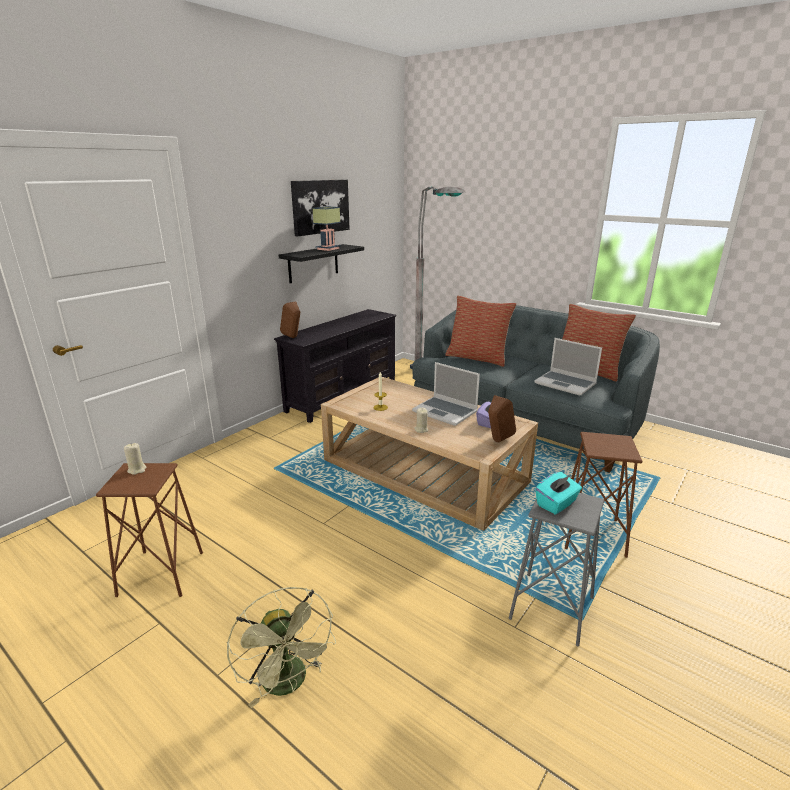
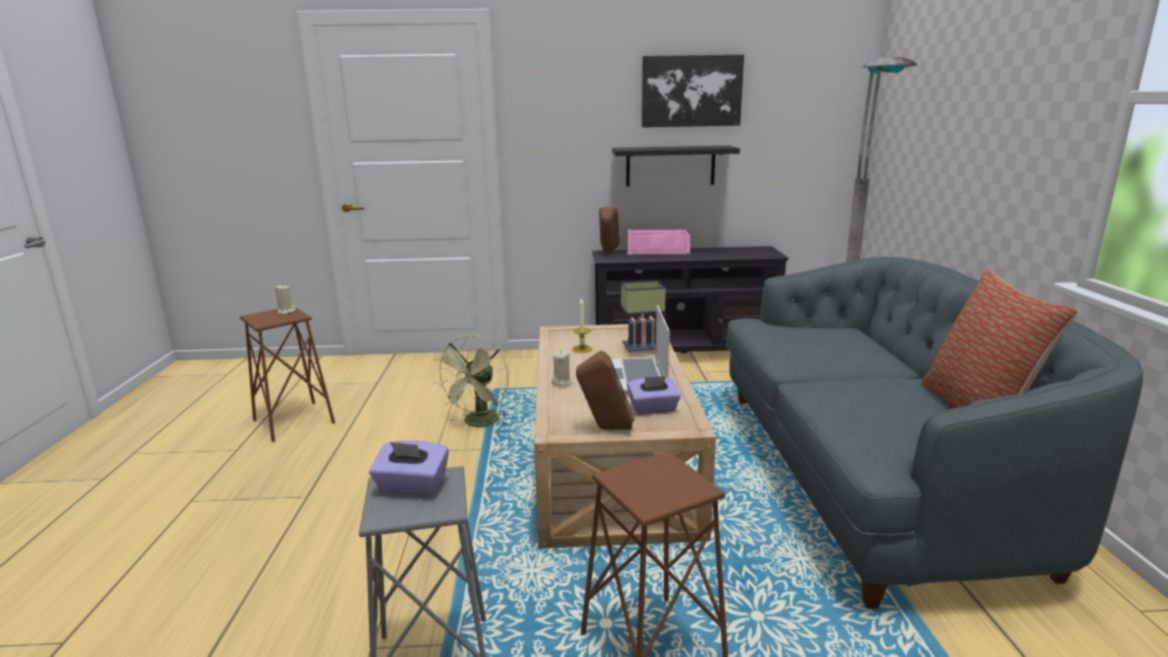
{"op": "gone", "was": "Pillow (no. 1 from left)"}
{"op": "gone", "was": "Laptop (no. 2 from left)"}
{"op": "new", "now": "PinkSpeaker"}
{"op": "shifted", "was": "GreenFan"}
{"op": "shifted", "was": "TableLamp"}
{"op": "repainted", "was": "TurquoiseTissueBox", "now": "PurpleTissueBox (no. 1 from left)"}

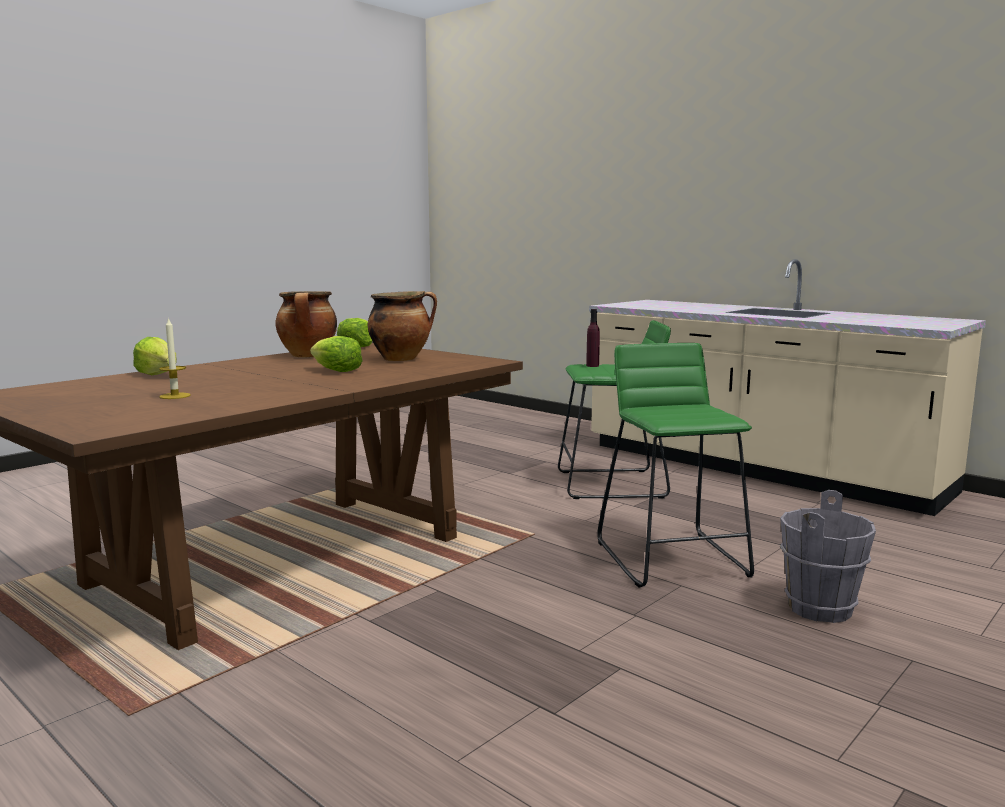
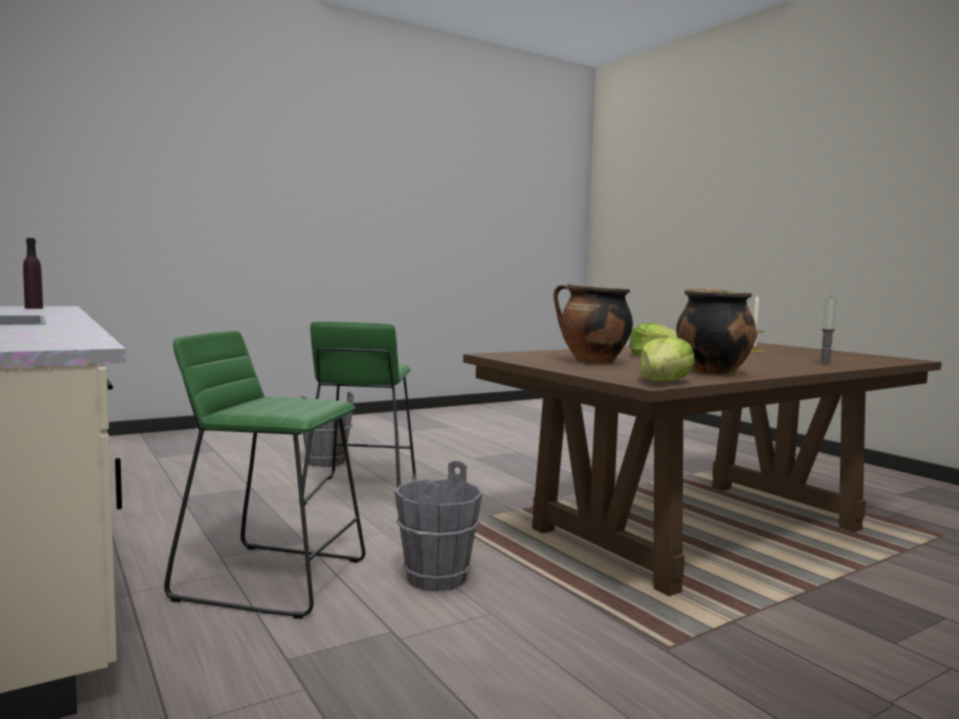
{"op": "new", "now": "GreyBucket (no. 2 from left)"}
{"op": "shifted", "was": "PurpleBottle"}
{"op": "swapped", "was": "Lettuce (no. 1 from left)", "now": "Candle (no. 2 from left)"}

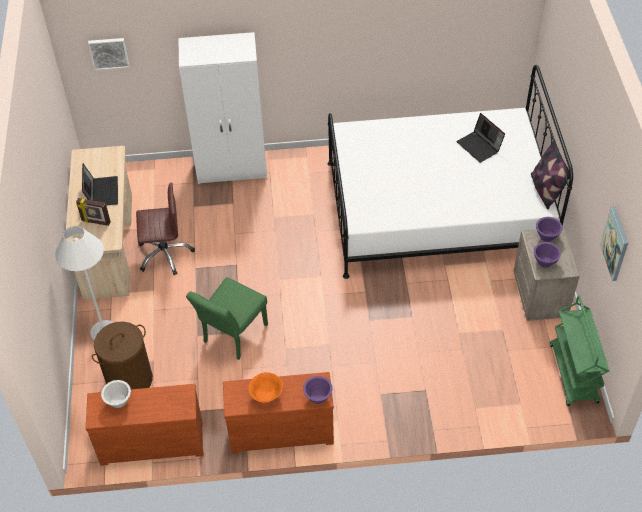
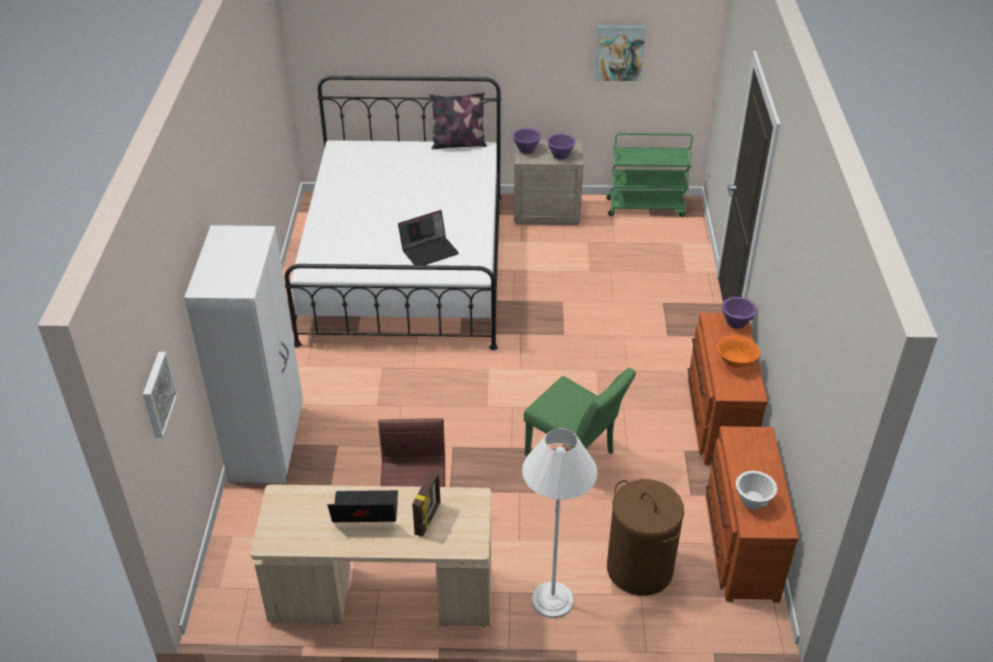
{"op": "shifted", "was": "Laptop (no. 2 from left)"}

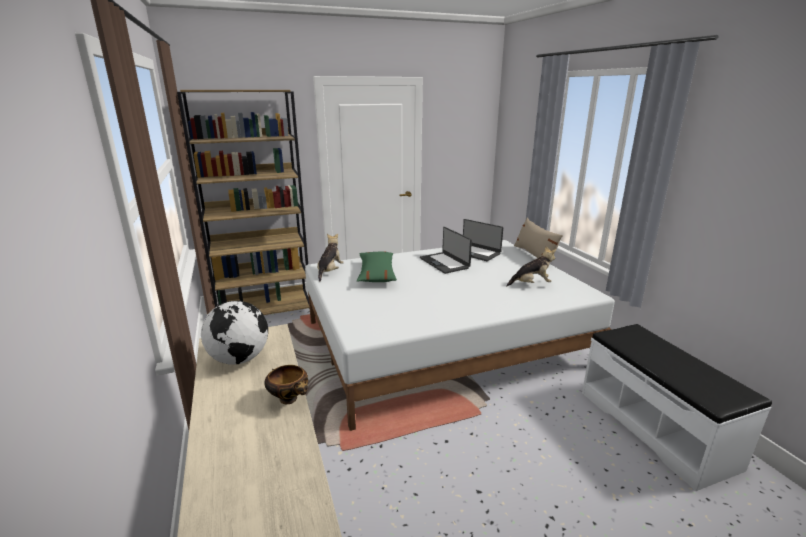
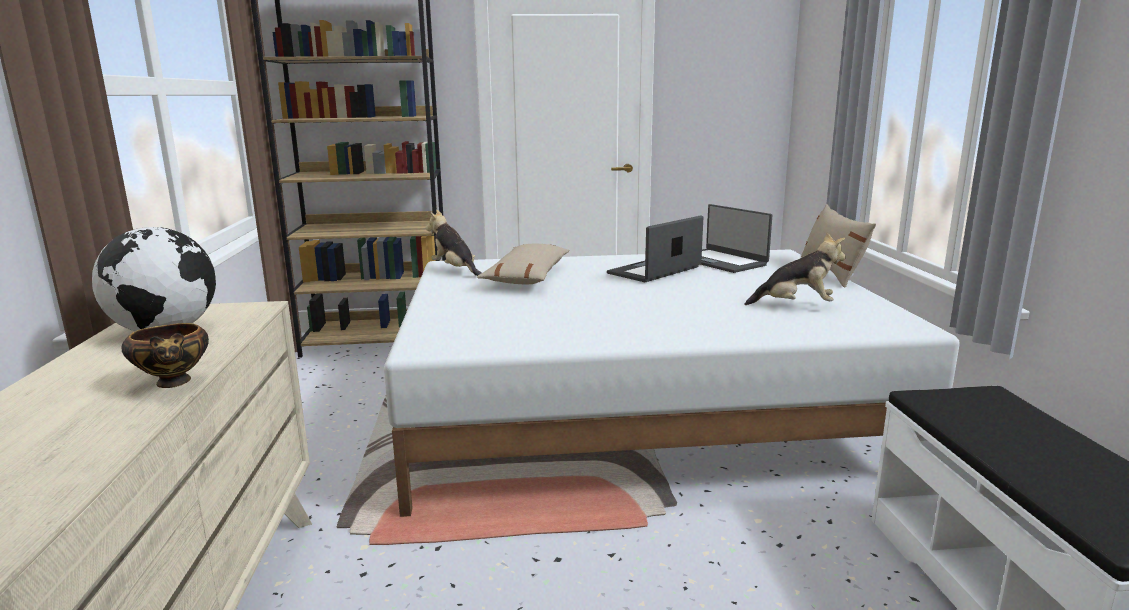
{"op": "repainted", "was": "GreenPillow", "now": "BeigePillow (no. 1 from left)"}
{"op": "rotated", "was": "PlushToy (no. 1 from left)", "clockwise": -75}
{"op": "rotated", "was": "Laptop (no. 1 from left)", "clockwise": 60}

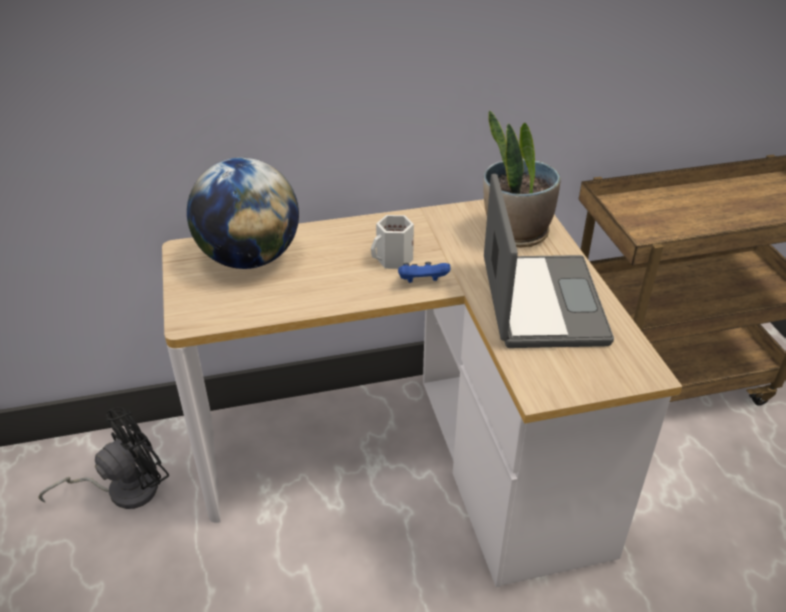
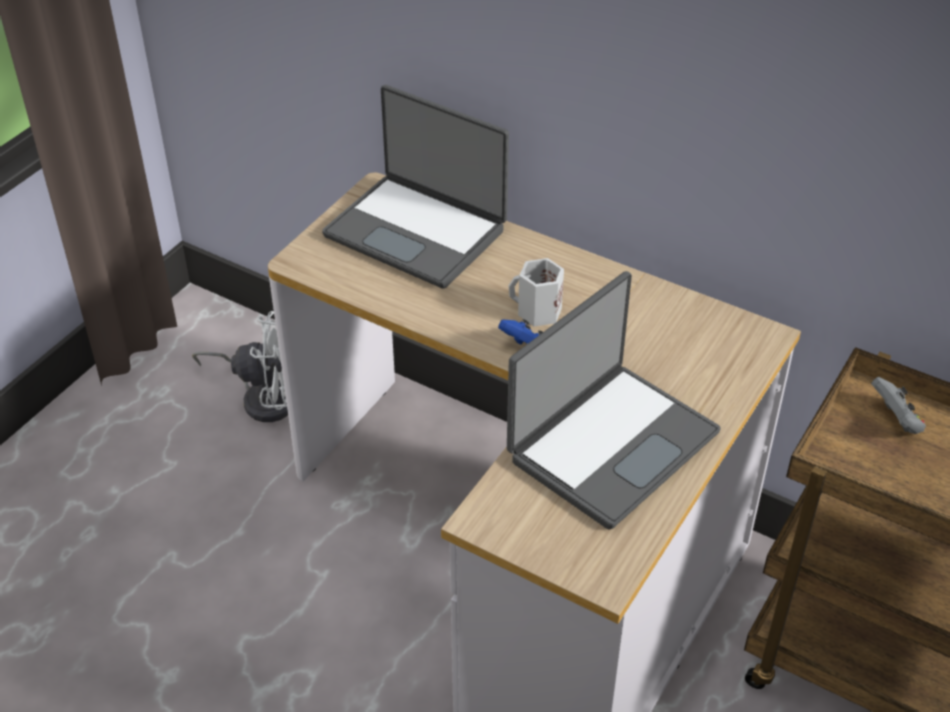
{"op": "gone", "was": "PottedPlant"}
{"op": "new", "now": "GreyGameController"}
{"op": "swapped", "was": "Globe", "now": "Laptop (no. 1 from left)"}
{"op": "repainted", "was": "BlackFan", "now": "WhiteFan"}

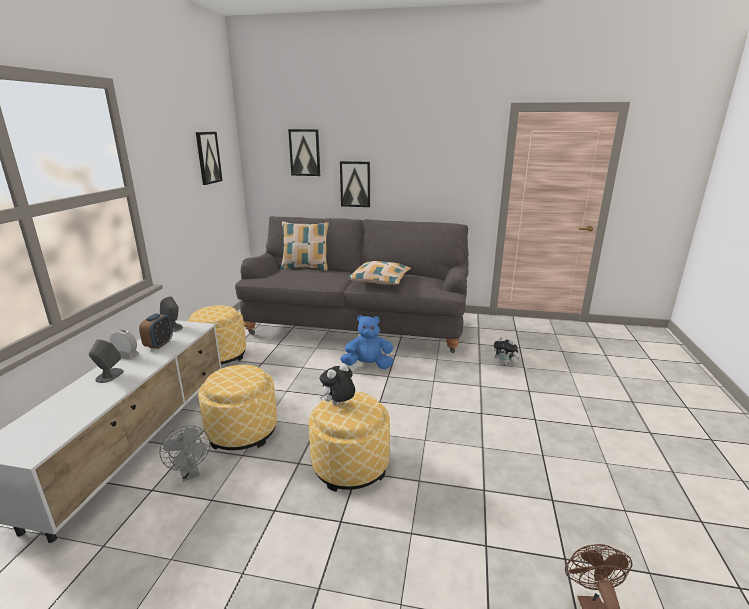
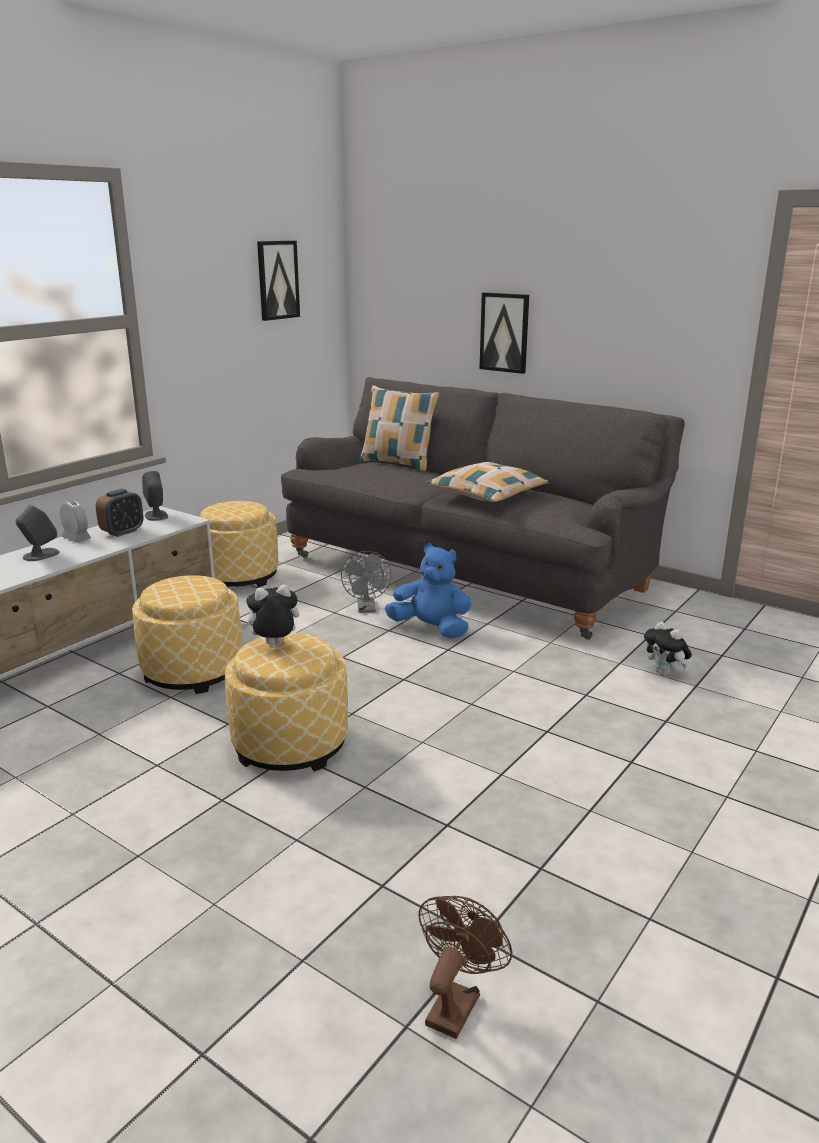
{"op": "gone", "was": "Picture (no. 2 from left)"}
{"op": "shifted", "was": "GreyFan"}

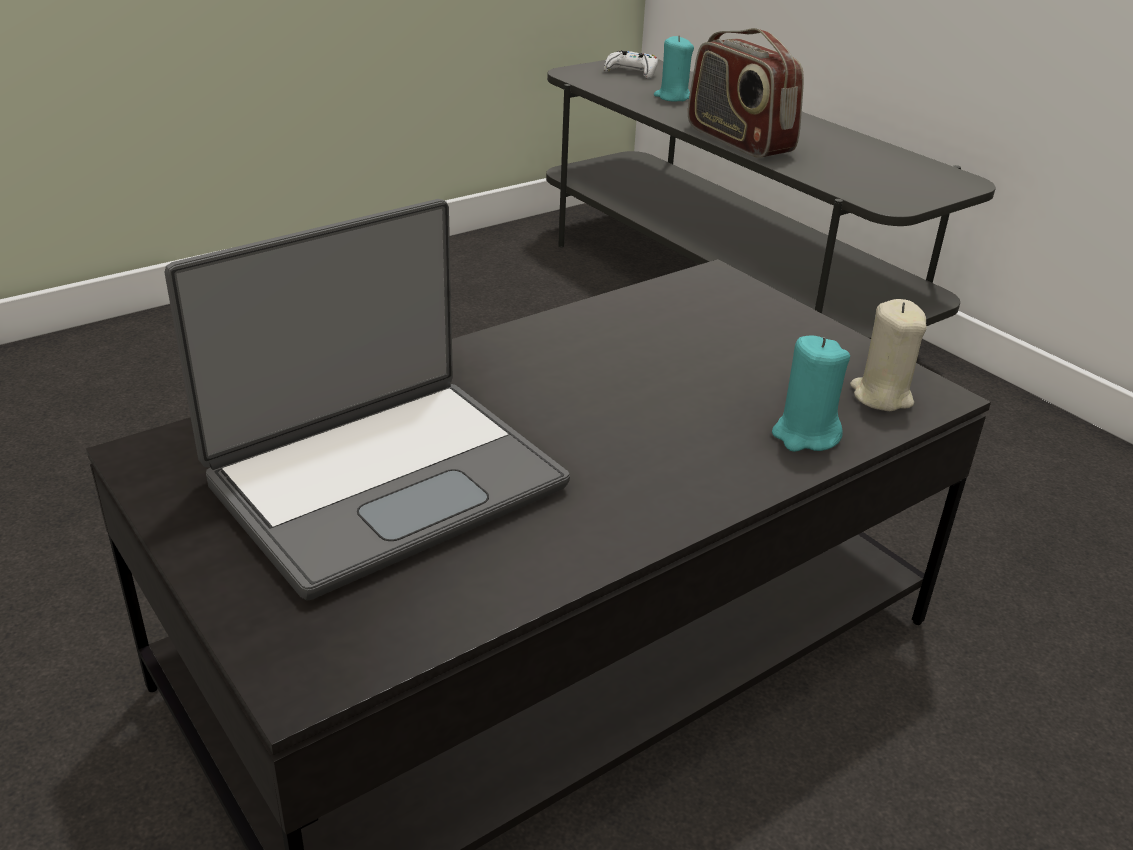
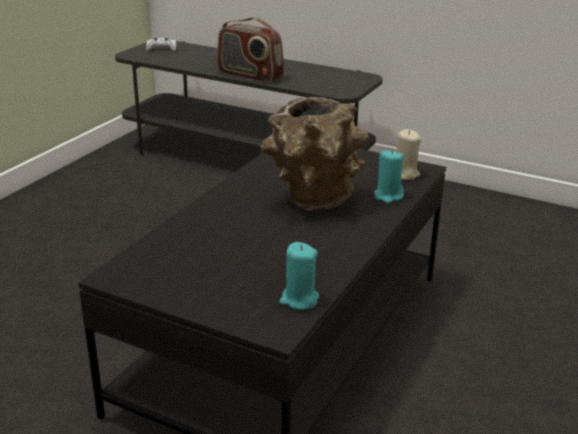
{"op": "gone", "was": "Laptop"}
{"op": "new", "now": "BrownVase"}
{"op": "shifted", "was": "TurquoiseCandle (no. 1 from left)"}

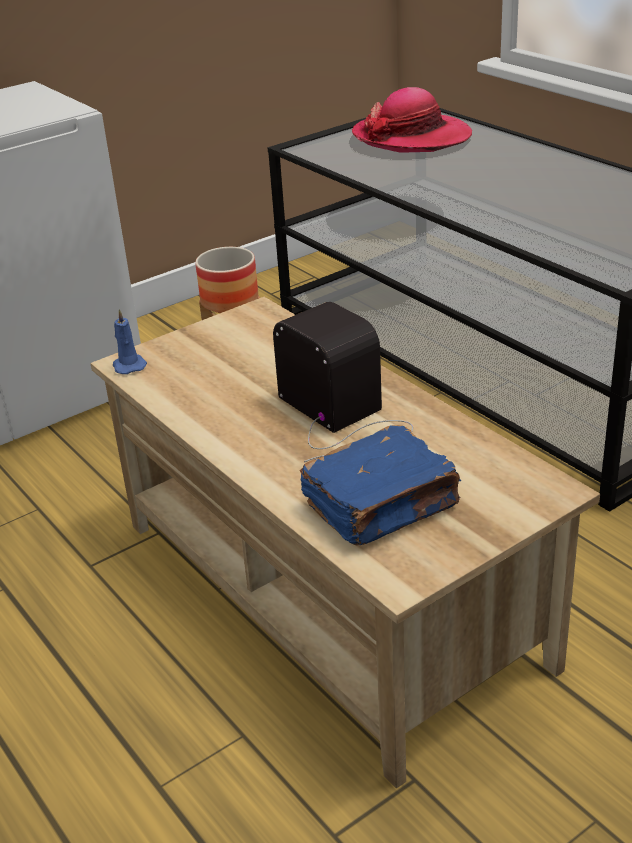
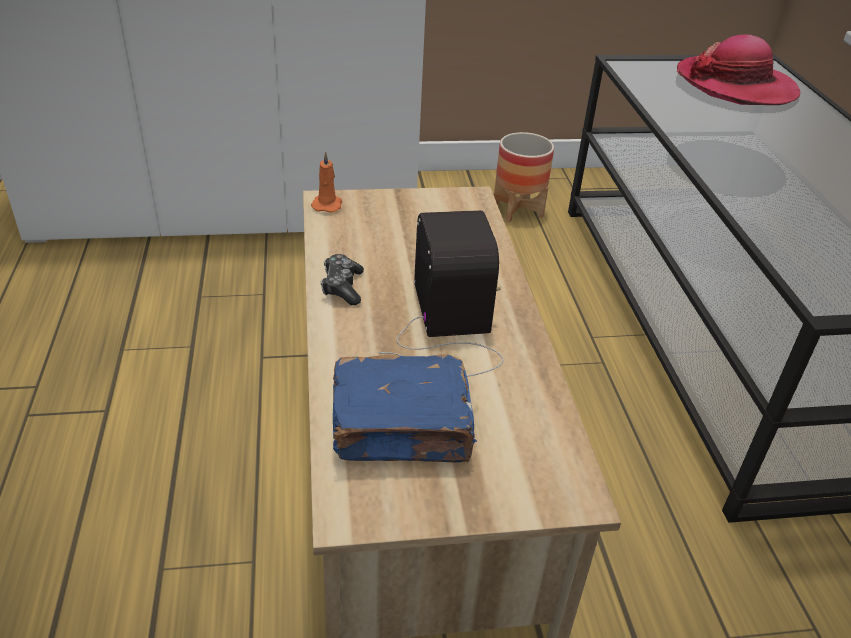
{"op": "new", "now": "GameController"}
{"op": "repainted", "was": "BlueCandle", "now": "OrangeCandle"}

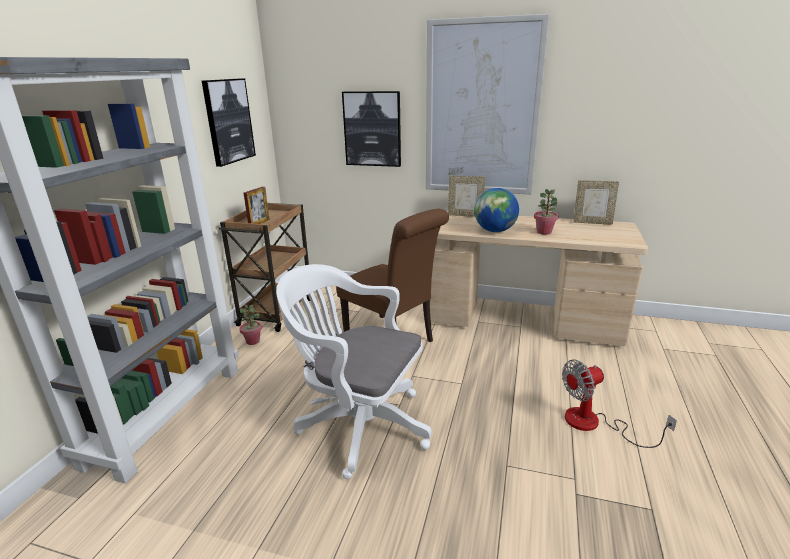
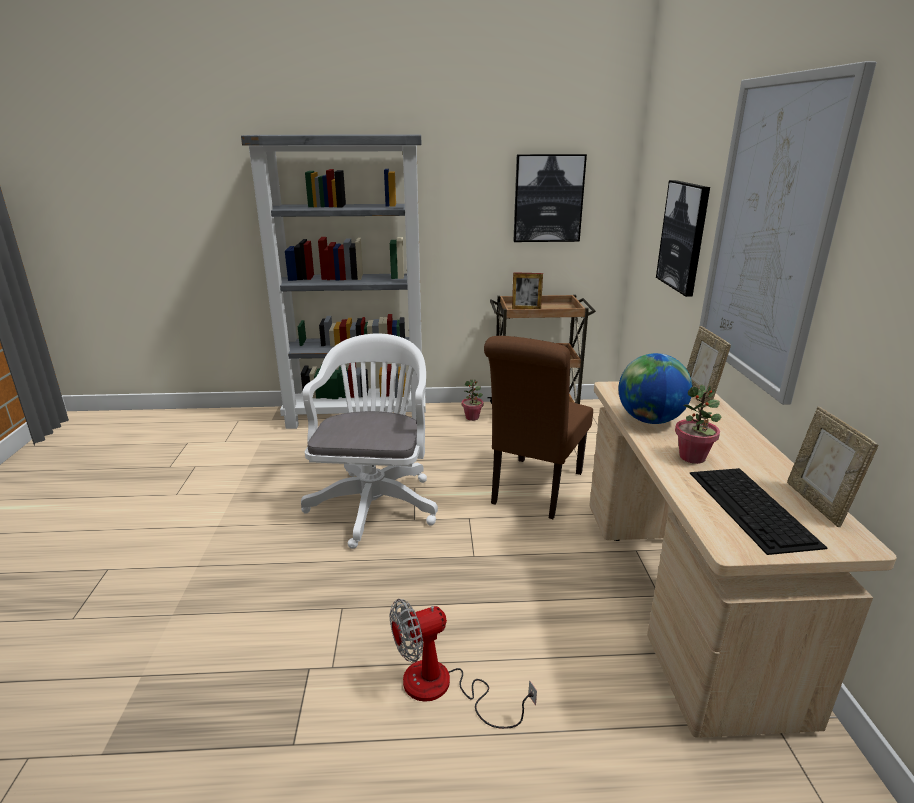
{"op": "new", "now": "Keyboard"}
{"op": "rotated", "was": "Fan", "clockwise": -75}

